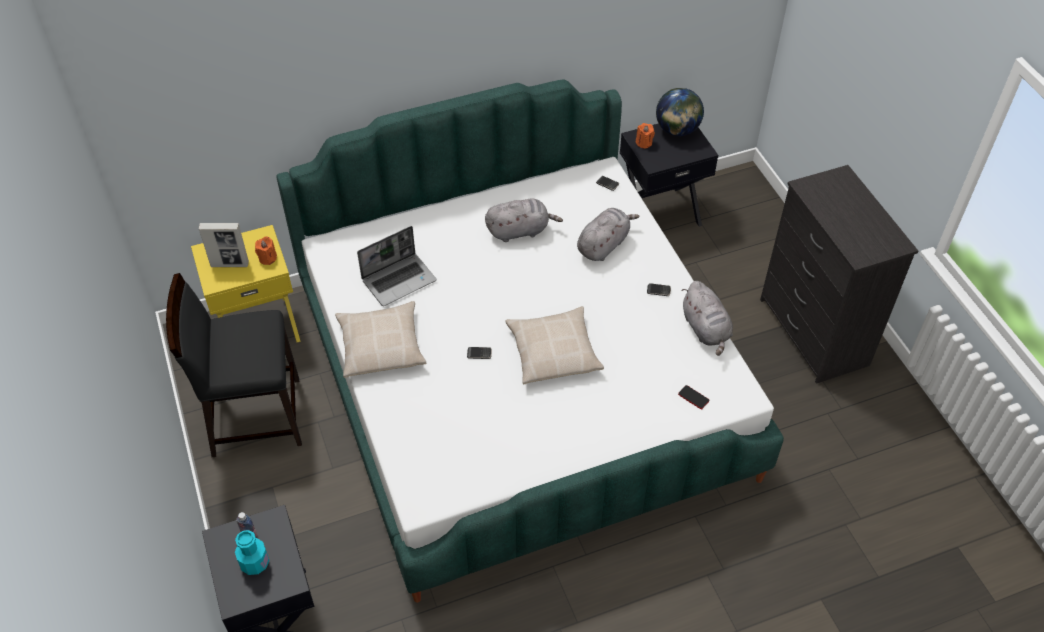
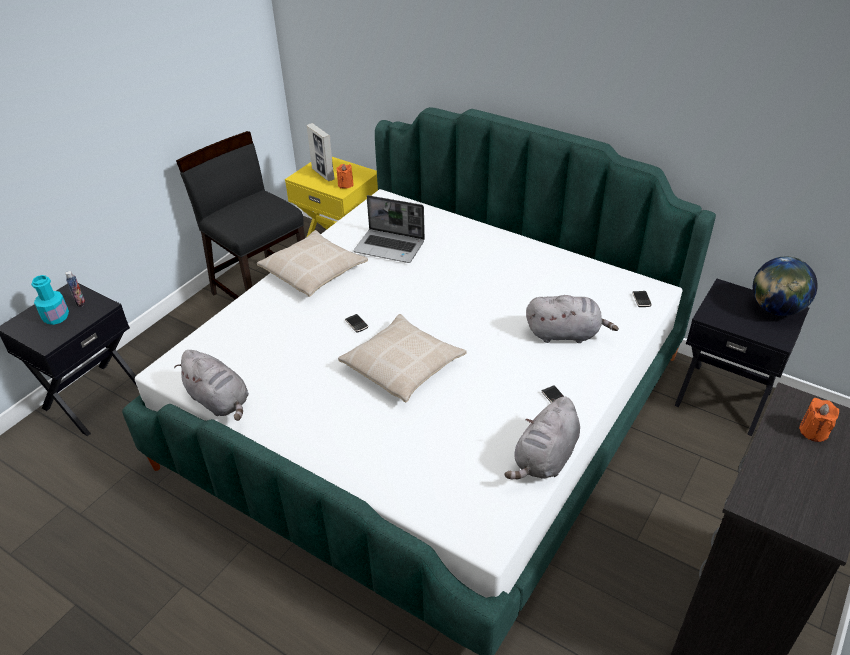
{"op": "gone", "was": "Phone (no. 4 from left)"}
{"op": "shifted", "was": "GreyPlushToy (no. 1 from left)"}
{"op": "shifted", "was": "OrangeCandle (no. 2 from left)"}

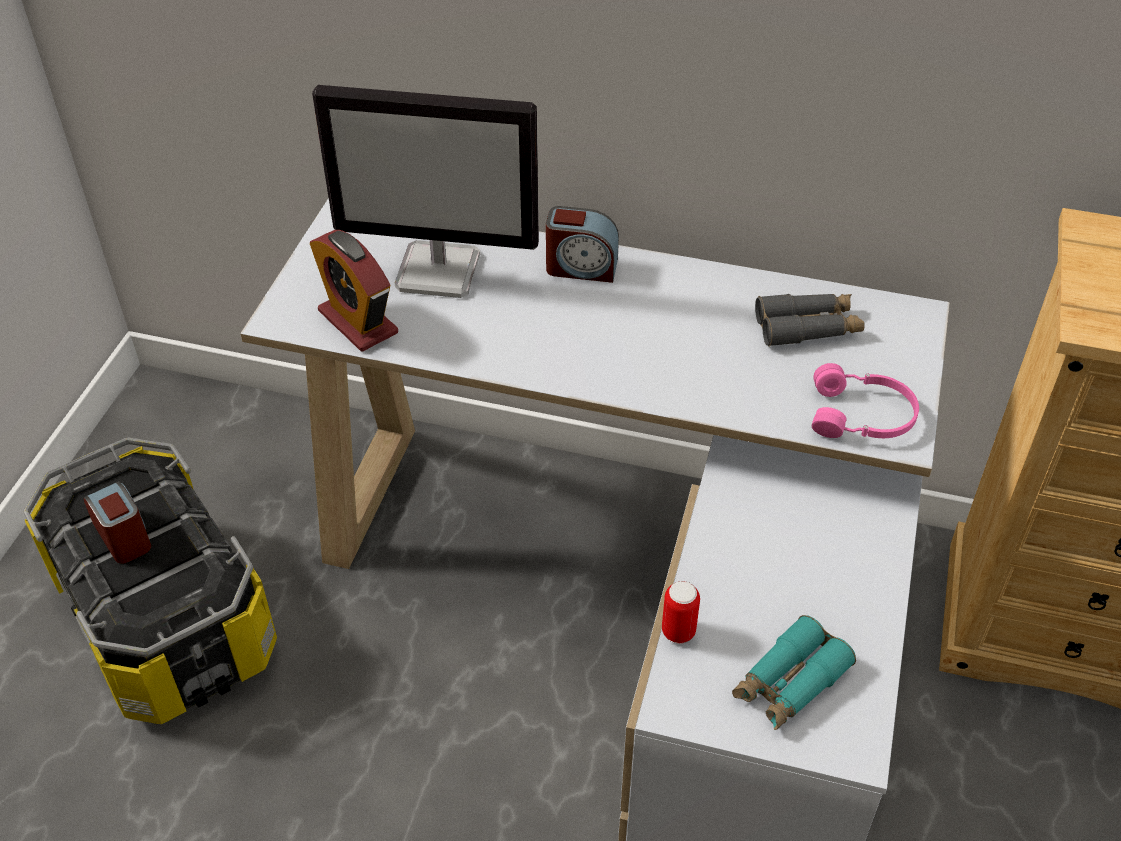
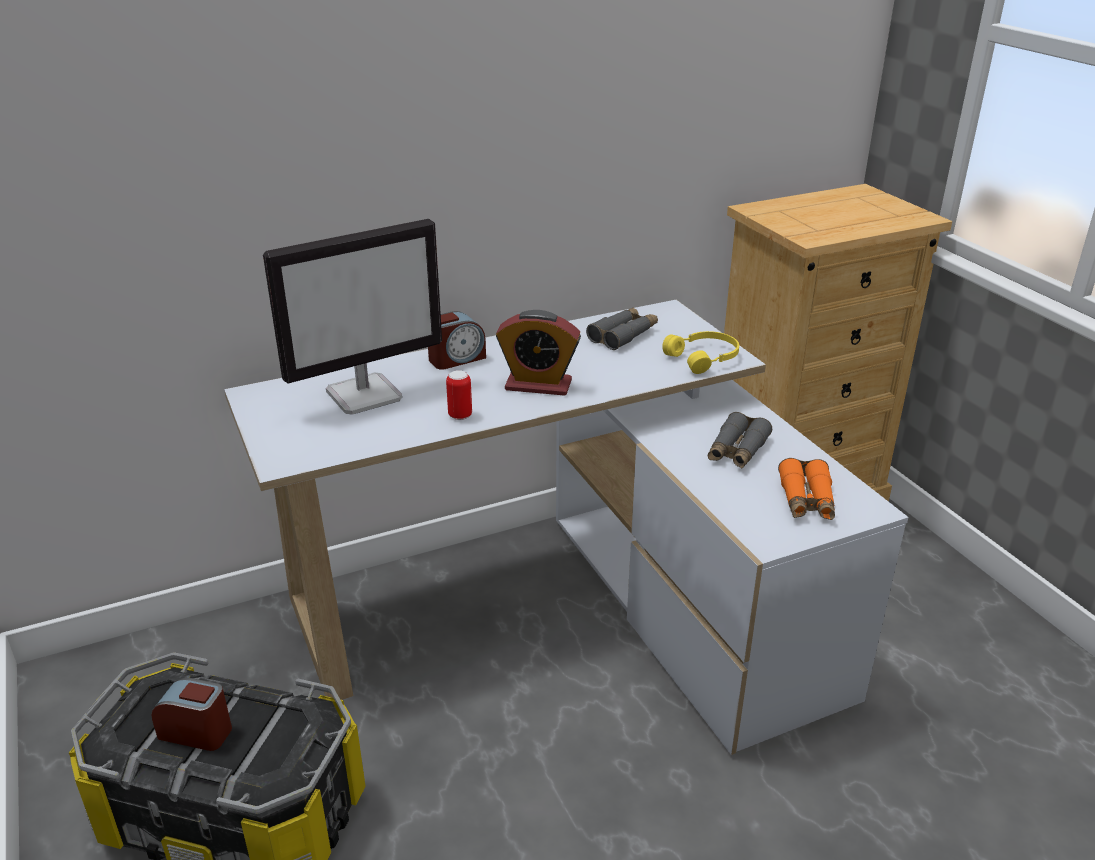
{"op": "new", "now": "GreyBinoculars (no. 2 from left)"}
{"op": "shifted", "was": "AlarmClock (no. 2 from left in the first image)", "now": "AlarmClock (no. 3 from left)"}
{"op": "shifted", "was": "Can"}
{"op": "repainted", "was": "TurquoiseBinoculars", "now": "OrangeBinoculars"}
{"op": "repainted", "was": "PinkHeadphones", "now": "YellowHeadphones"}

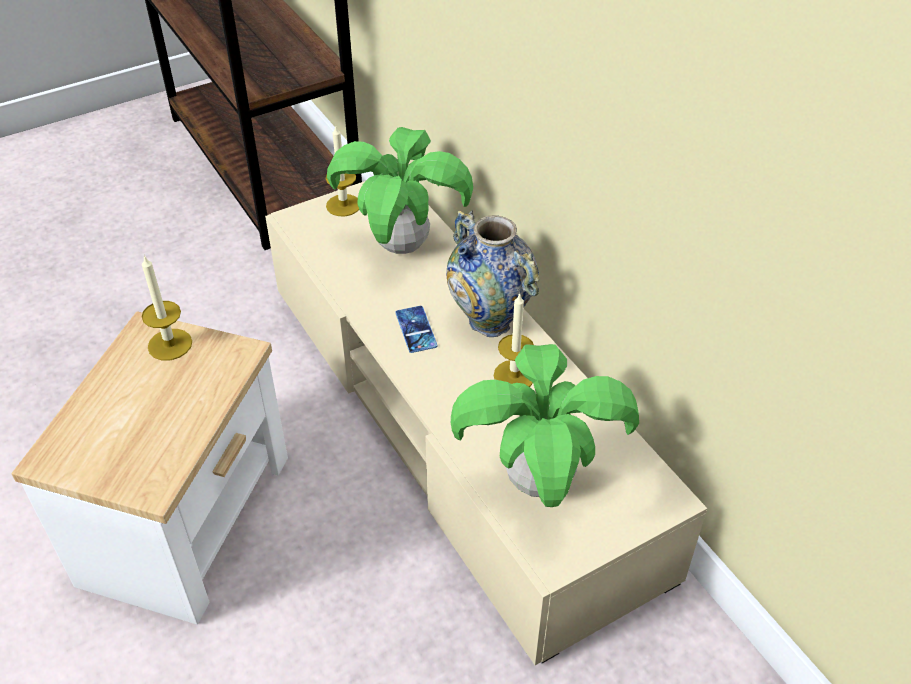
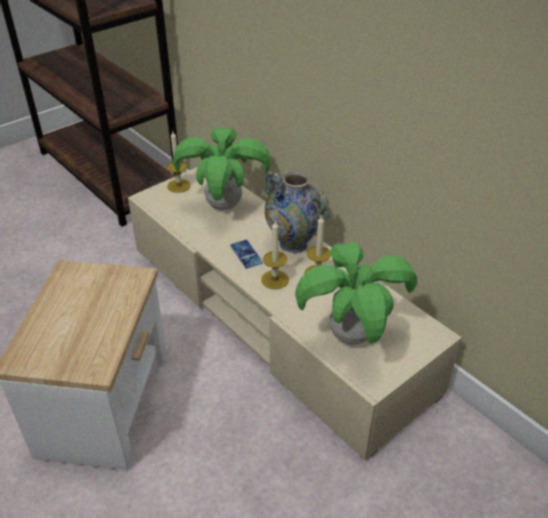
{"op": "shifted", "was": "Candle (no. 1 from left in the first image)", "now": "Candle (no. 2 from left)"}

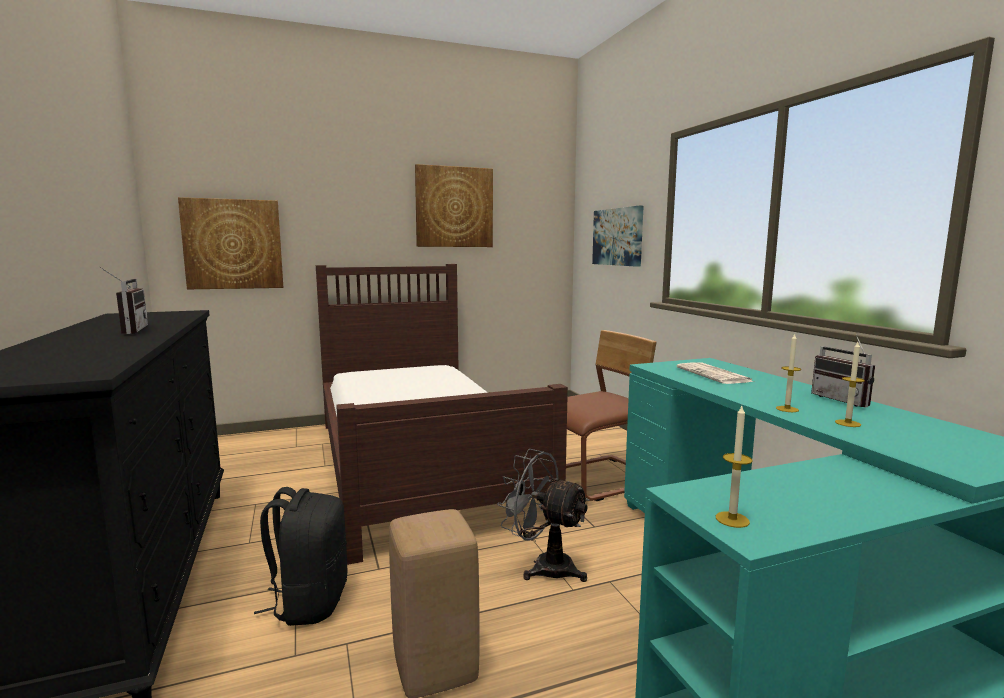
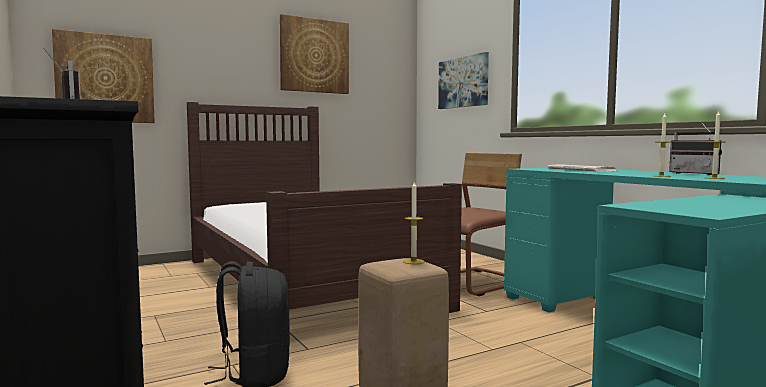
{"op": "gone", "was": "GreyFan"}
{"op": "shifted", "was": "Candle (no. 1 from left)"}

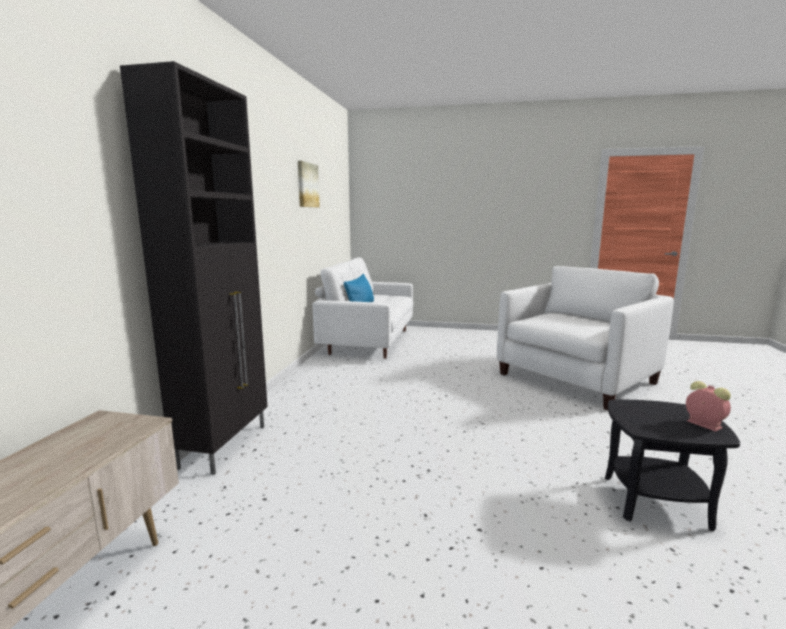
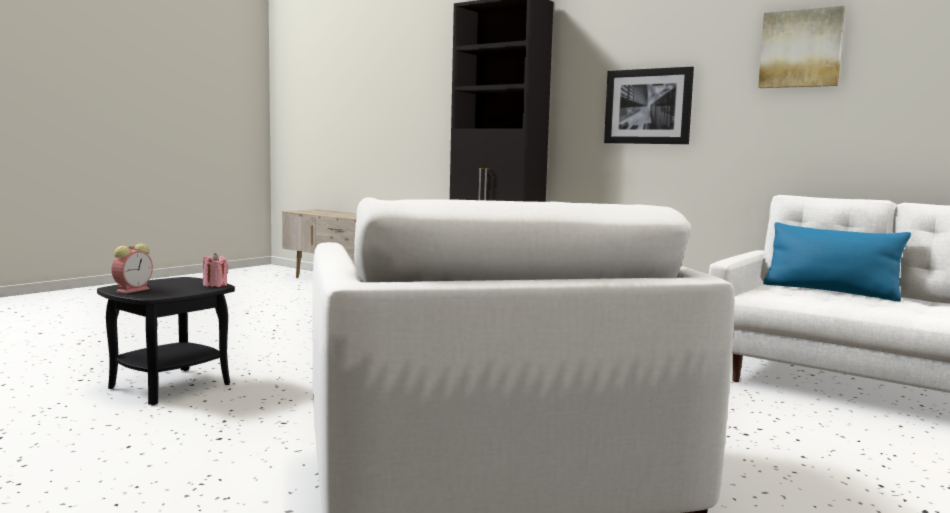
{"op": "new", "now": "PinkCandle"}
{"op": "new", "now": "Picture (no. 1 from left)"}
{"op": "rotated", "was": "AlarmClock", "clockwise": -60}

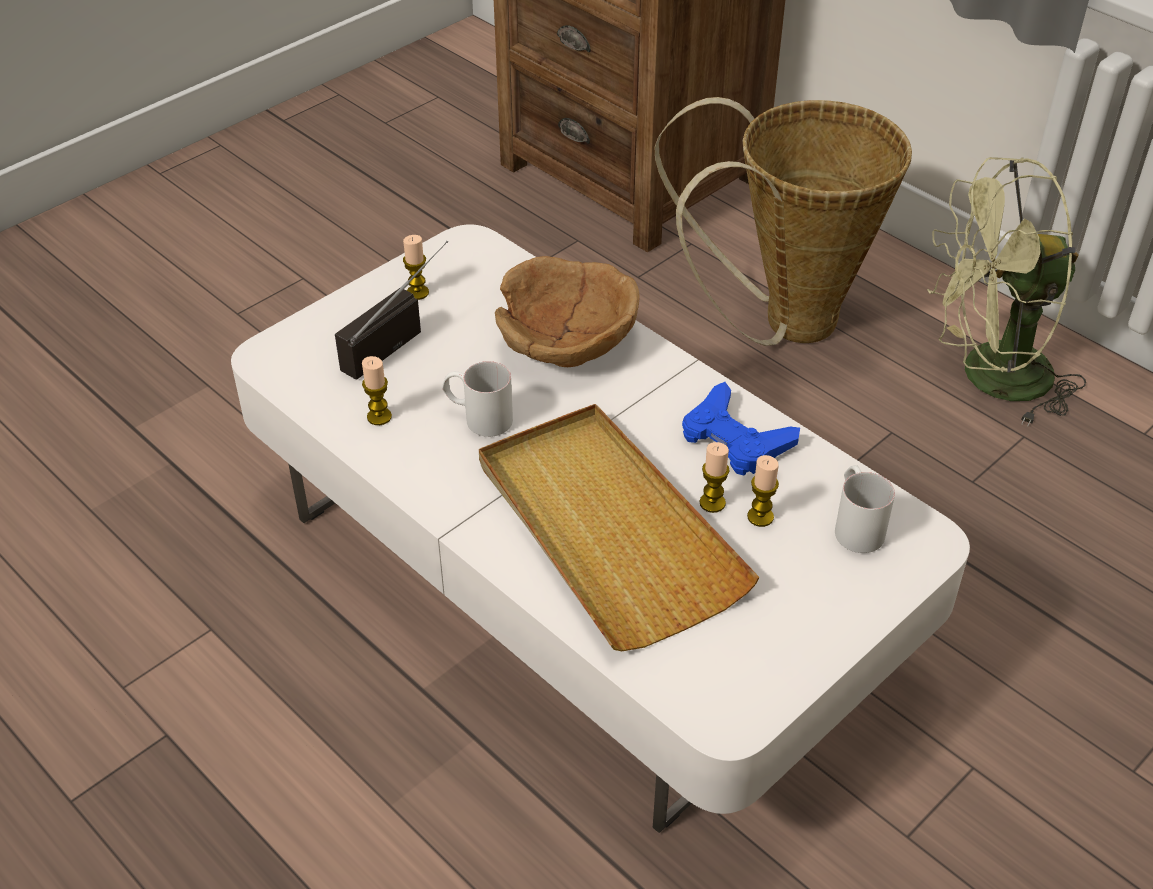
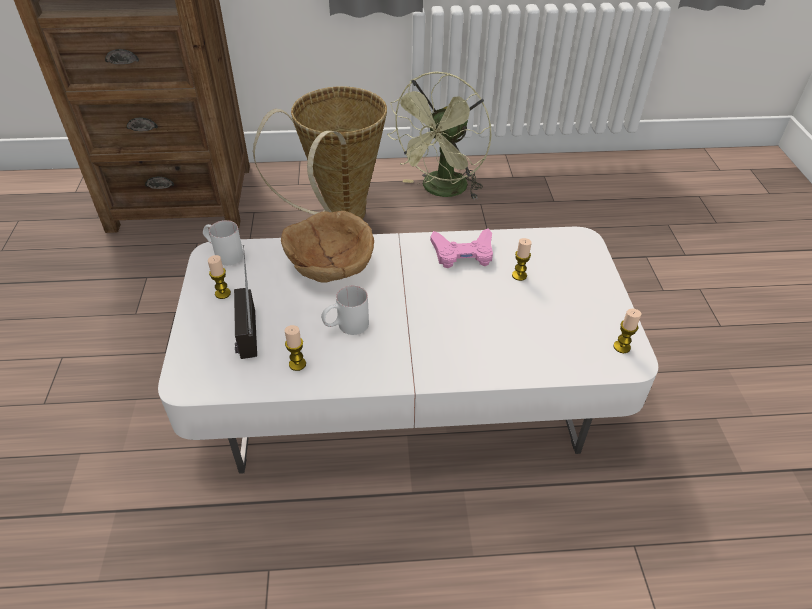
{"op": "gone", "was": "BeigeTray"}
{"op": "shifted", "was": "Candle (no. 3 from left in the first image)", "now": "Candle (no. 4 from left)"}
{"op": "shifted", "was": "WhiteMug (no. 2 from left in the first image)", "now": "WhiteMug (no. 1 from left)"}
{"op": "repainted", "was": "BlueGameController", "now": "PinkGameController"}

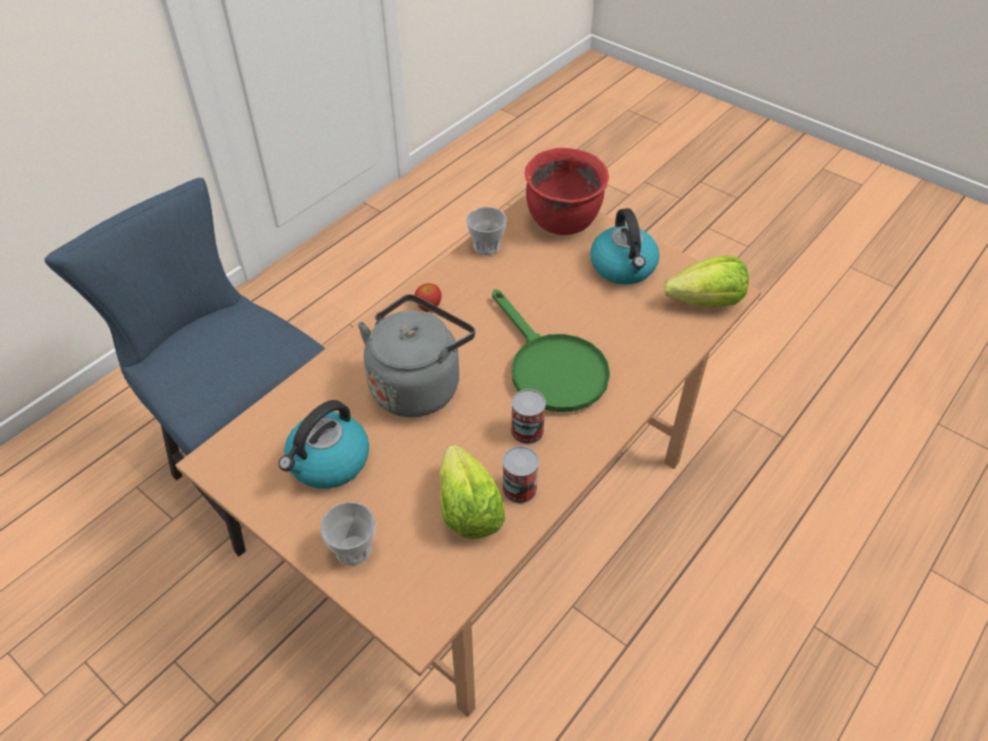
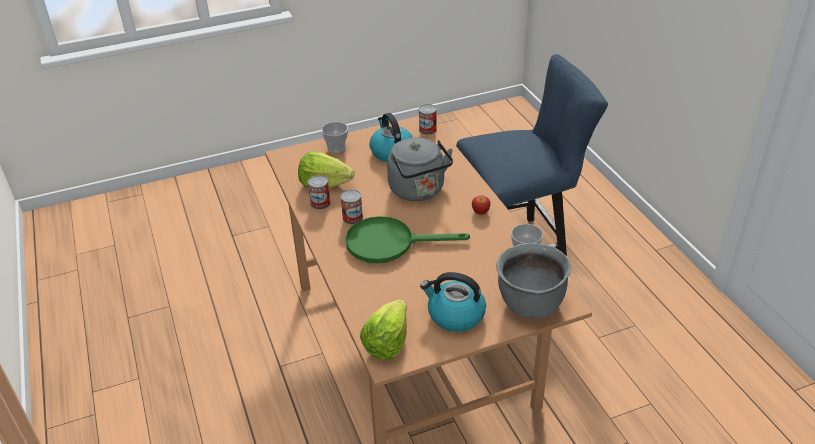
{"op": "new", "now": "Can (no. 3 from left)"}
{"op": "repainted", "was": "RedCookingPot", "now": "GreyCookingPot"}

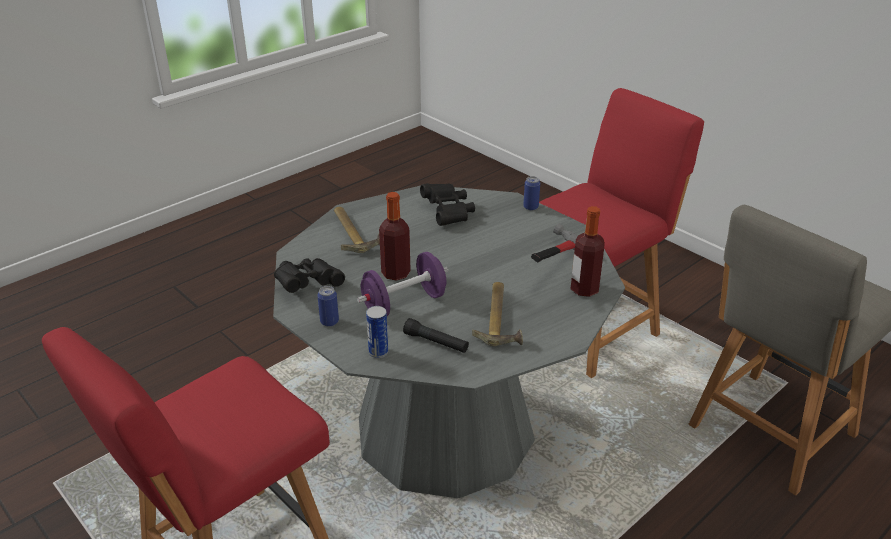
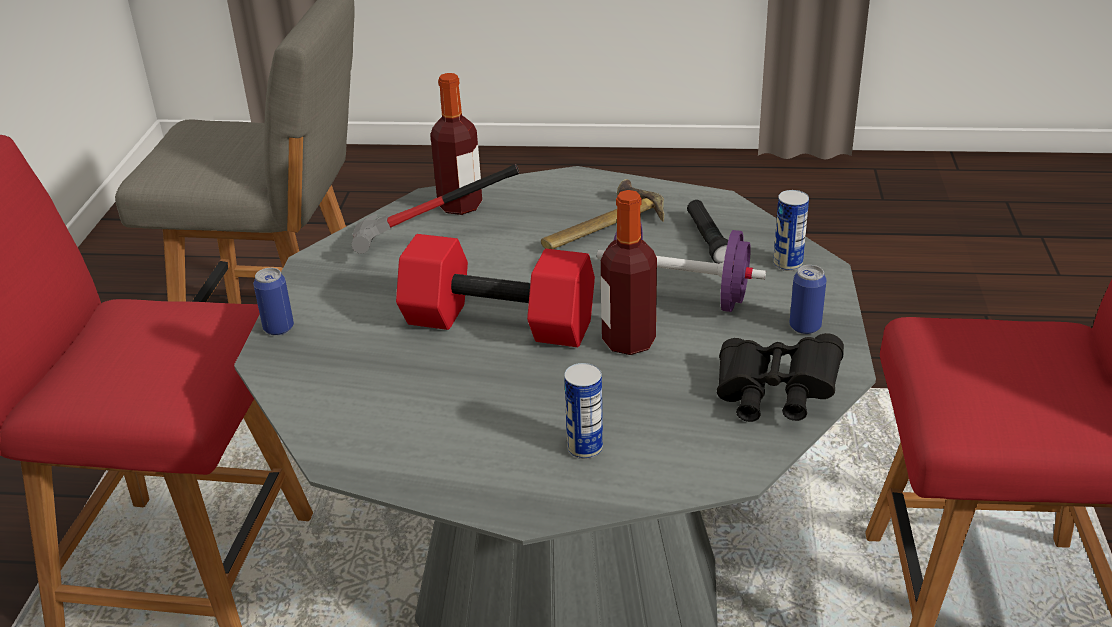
{"op": "gone", "was": "BlackBinoculars (no. 2 from left)"}
{"op": "new", "now": "RedDumbbell"}
{"op": "swapped", "was": "Hammer (no. 1 from left)", "now": "Can (no. 2 from left)"}

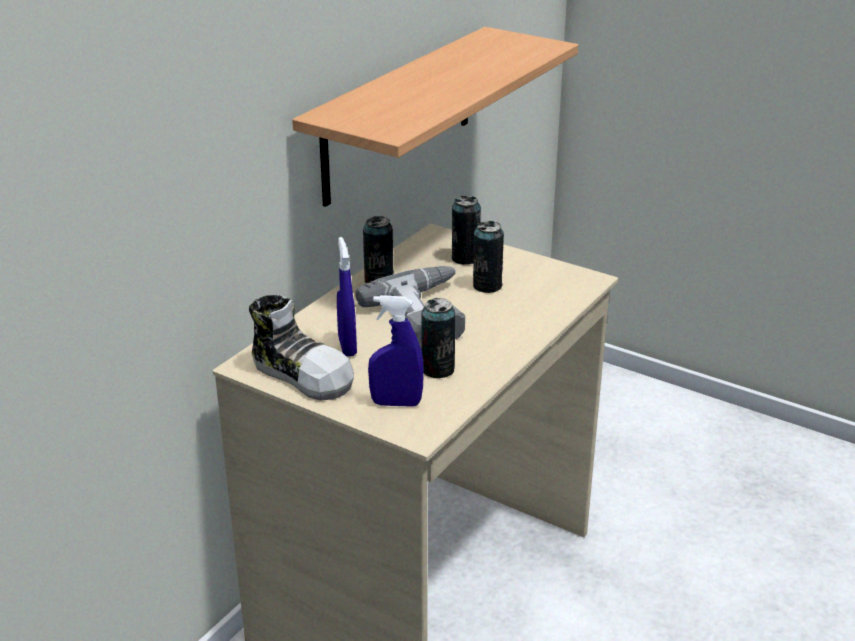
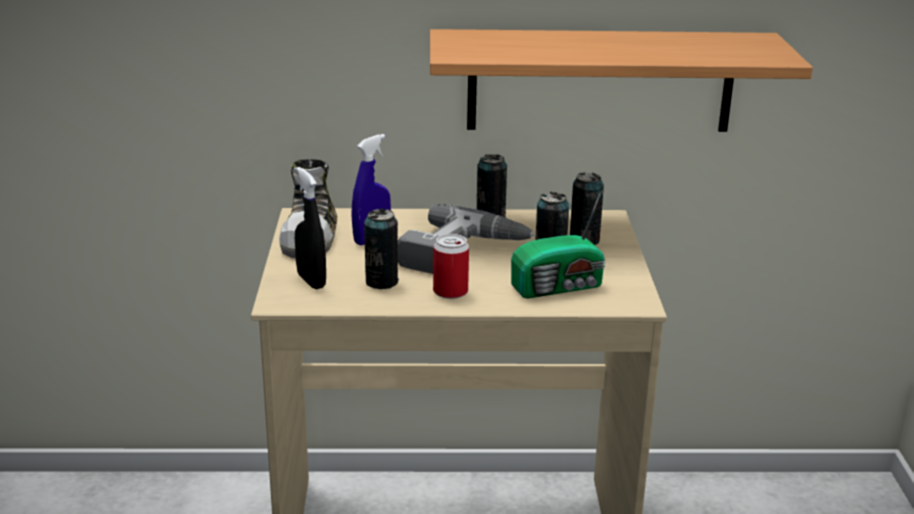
{"op": "new", "now": "Can (no. 2 from left)"}
{"op": "new", "now": "Radio"}
{"op": "repainted", "was": "BlueSprayBottle (no. 2 from left)", "now": "BlackSprayBottle"}

